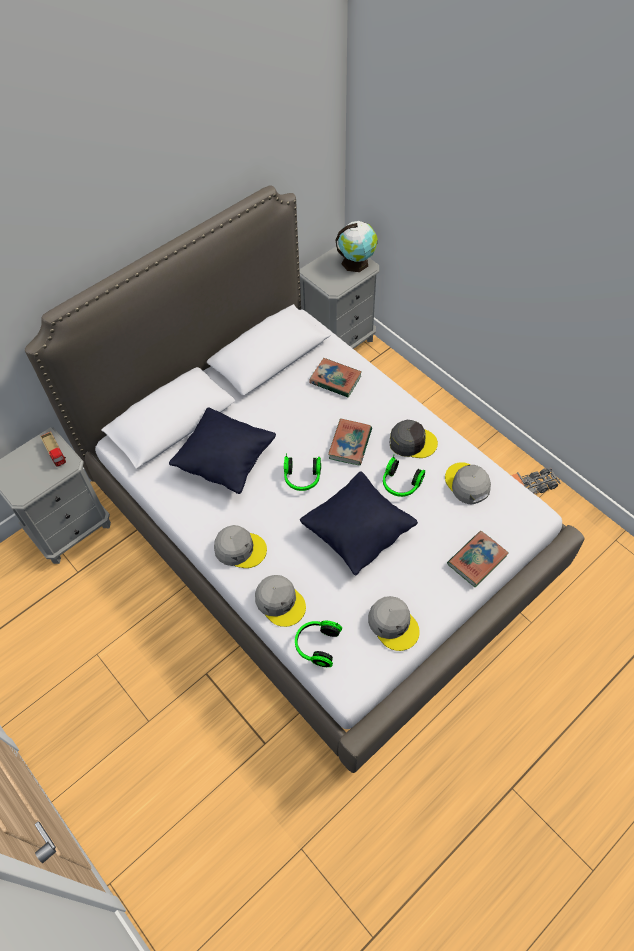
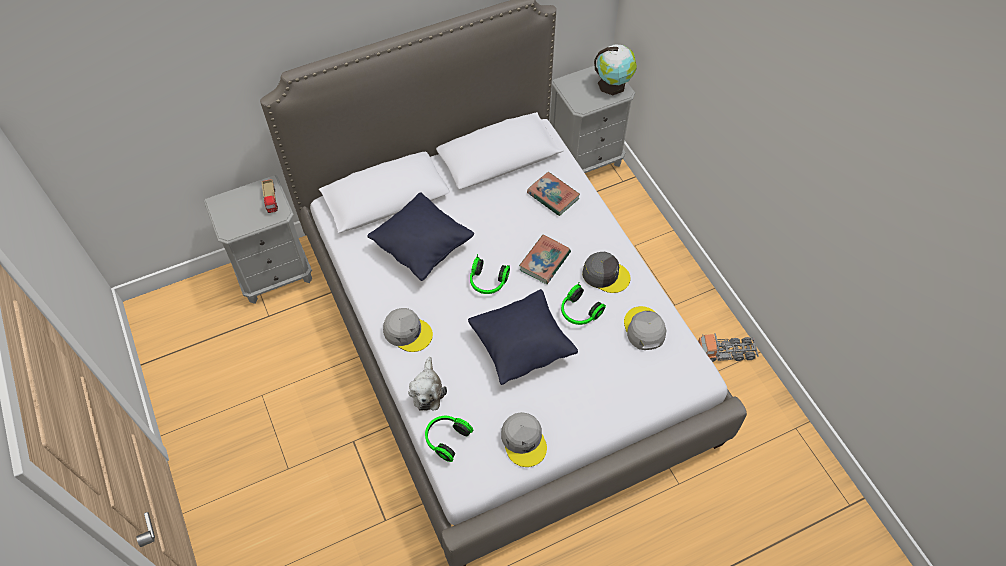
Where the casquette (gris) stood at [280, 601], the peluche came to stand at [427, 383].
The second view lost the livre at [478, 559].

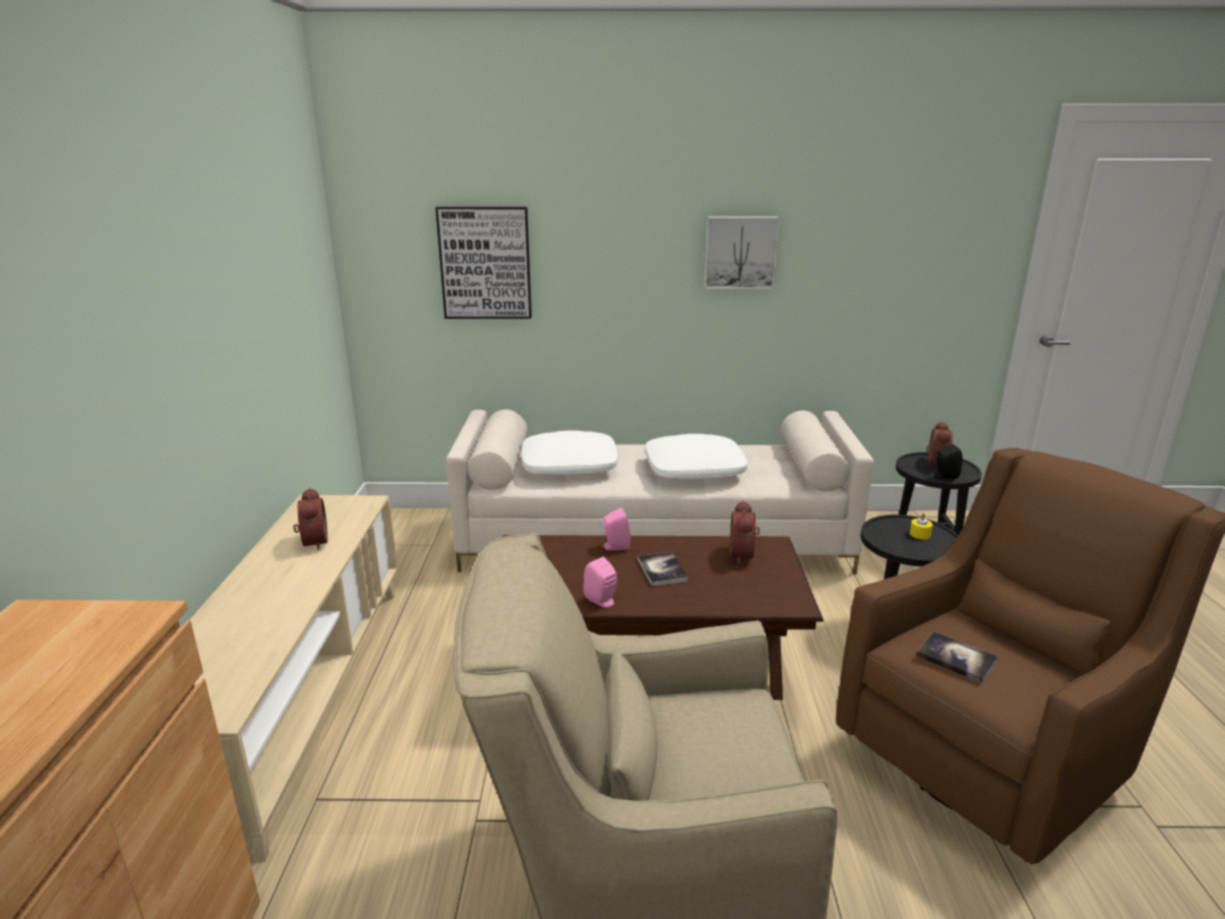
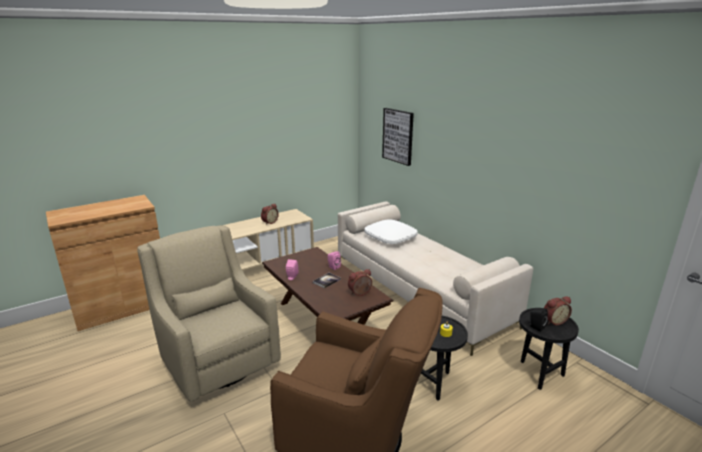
The second view lost the coussin (blanc) at [696, 457].
The second view lost the tableau at [741, 253].
The second view lost the livre at [957, 657].

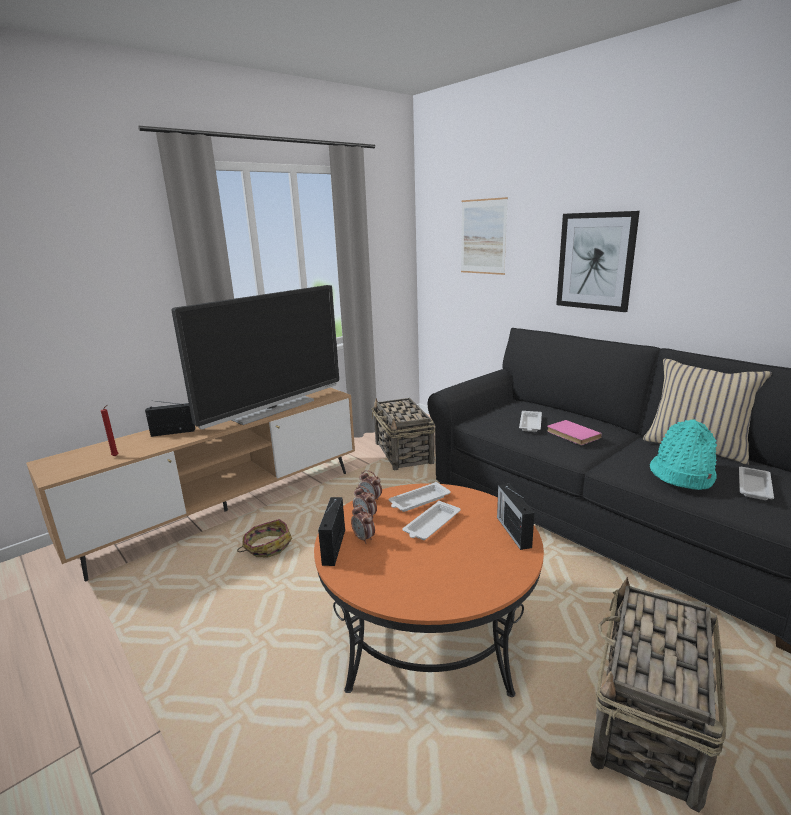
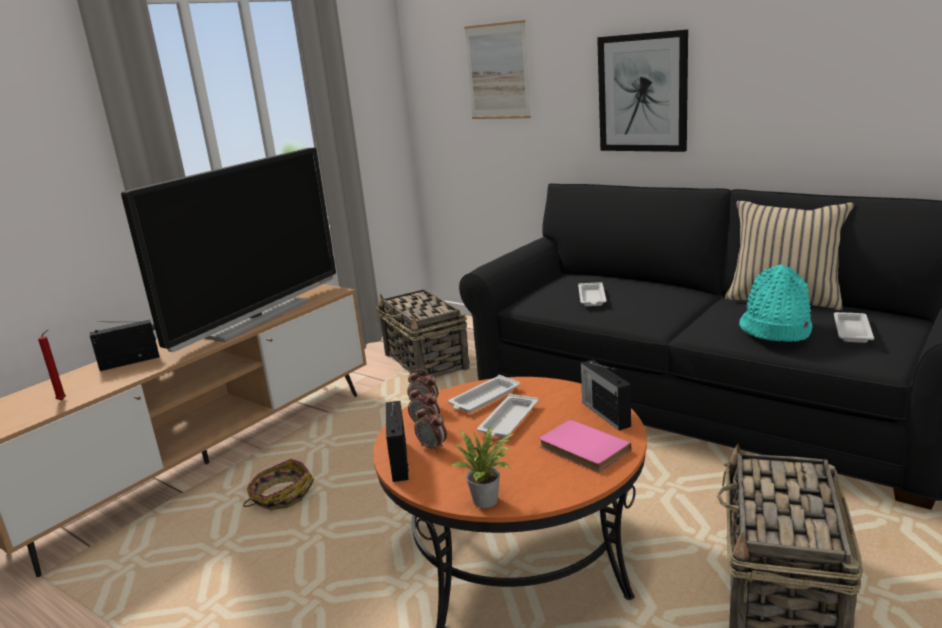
The livre (rose) ended up elsewhere, having gone from [574, 432] to [585, 445].
The second view gained the plante en pot at [483, 467].

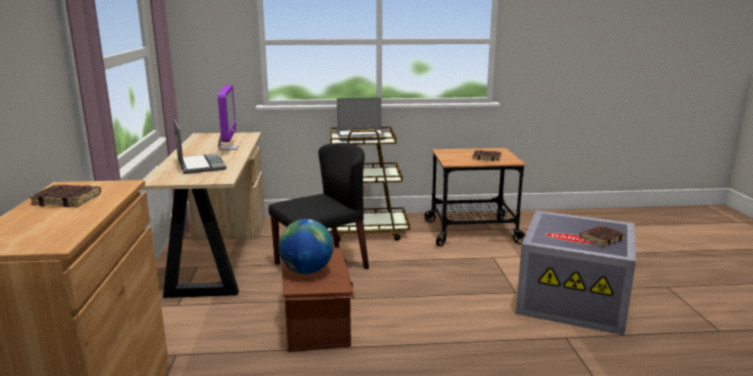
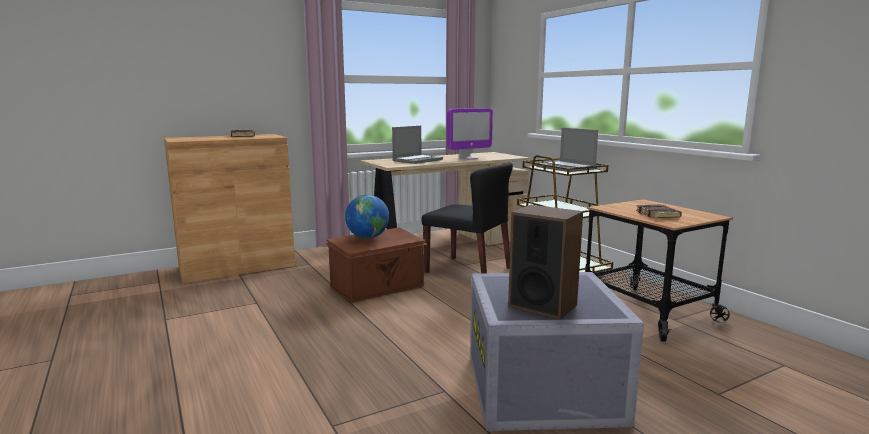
Where the livre (marron) stood at [602, 236], the enceinte came to stand at [545, 262].

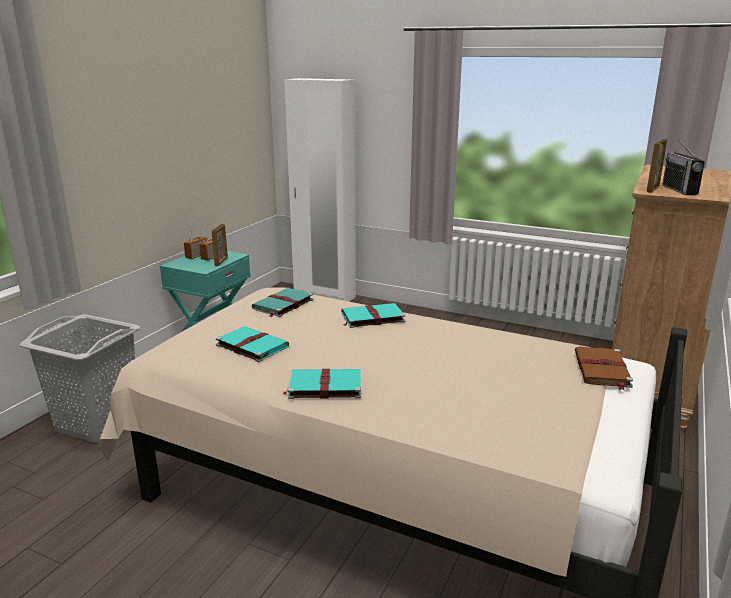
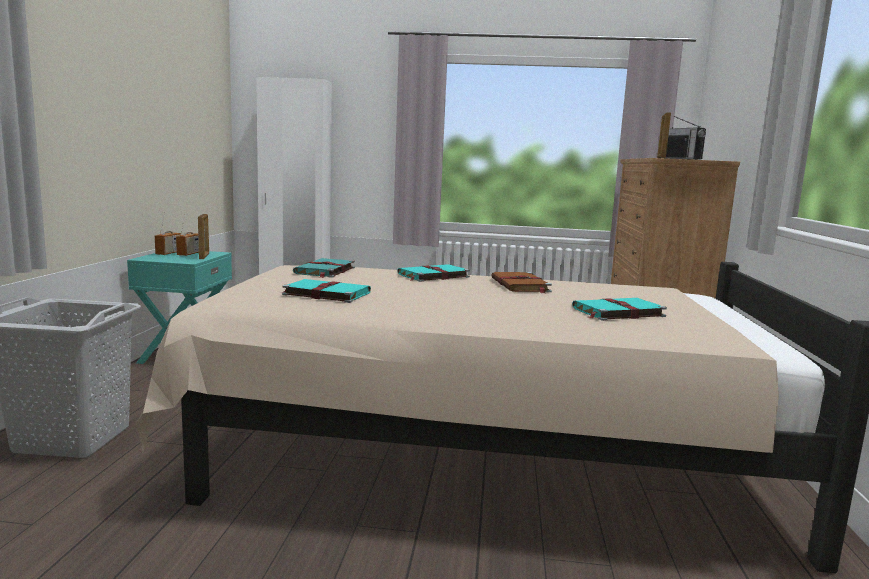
The livre (turquoise) ended up elsewhere, having gone from [322, 384] to [619, 309].
The livre (marron) ended up elsewhere, having gone from [604, 368] to [521, 282].

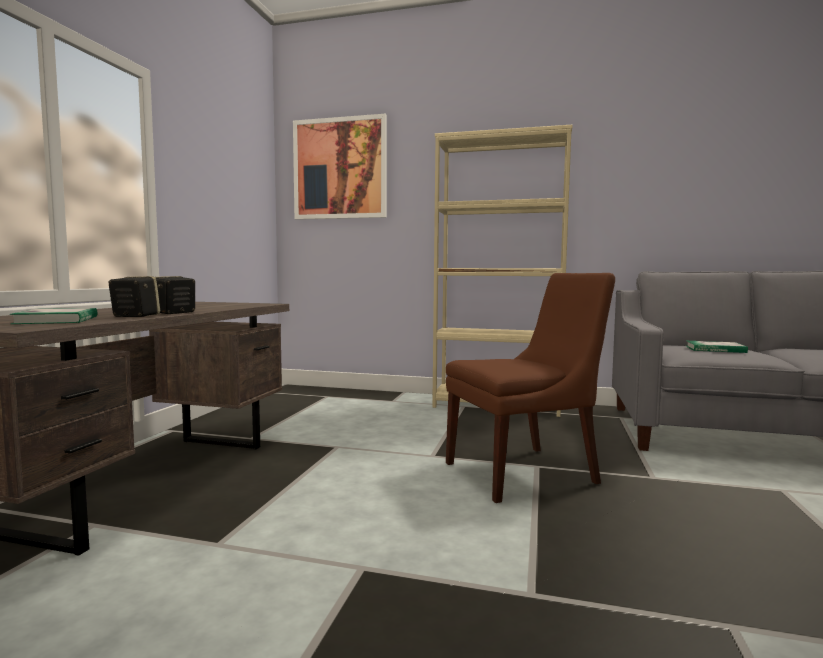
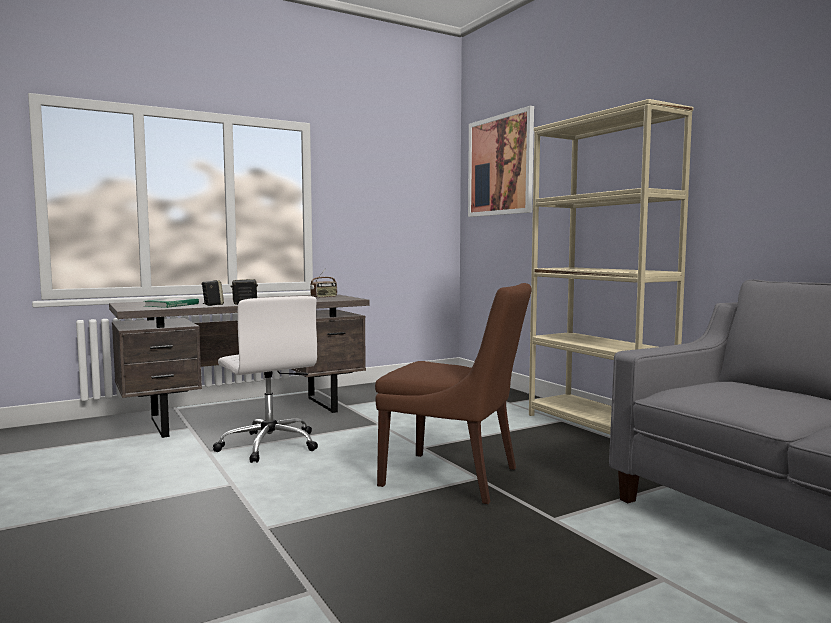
The second view lost the livre at [717, 347].
The second view gained the chaise de bureau (blanc) at [265, 379].
The second view gained the radio at [323, 284].

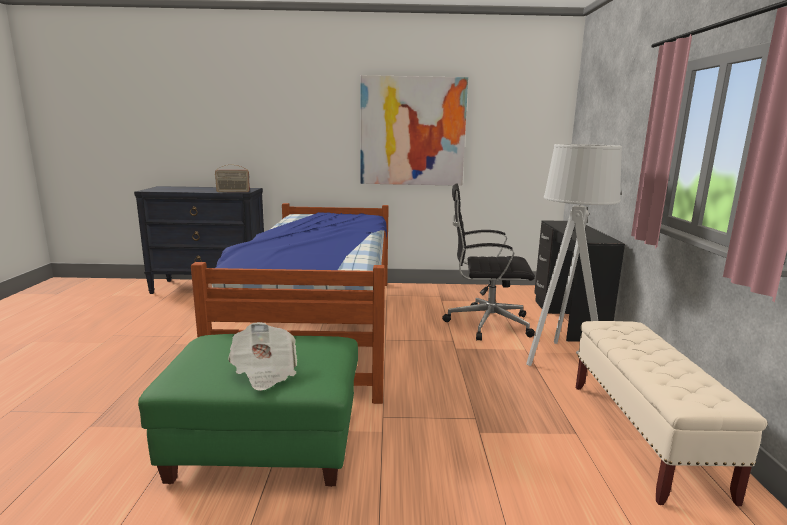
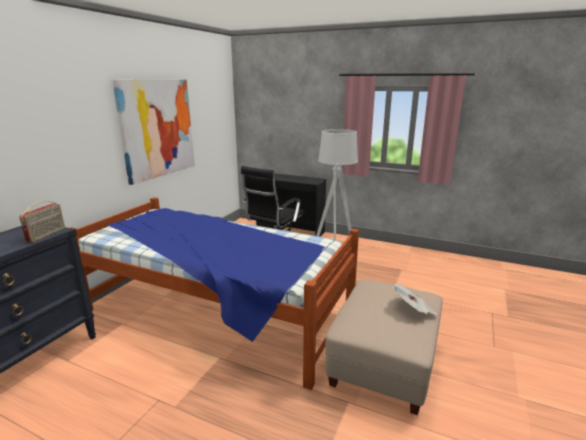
What was the pouf (vert) at [248, 410] turned into the pouf (beige) at [384, 347].
The second view lost the banc (beige) at [671, 413].

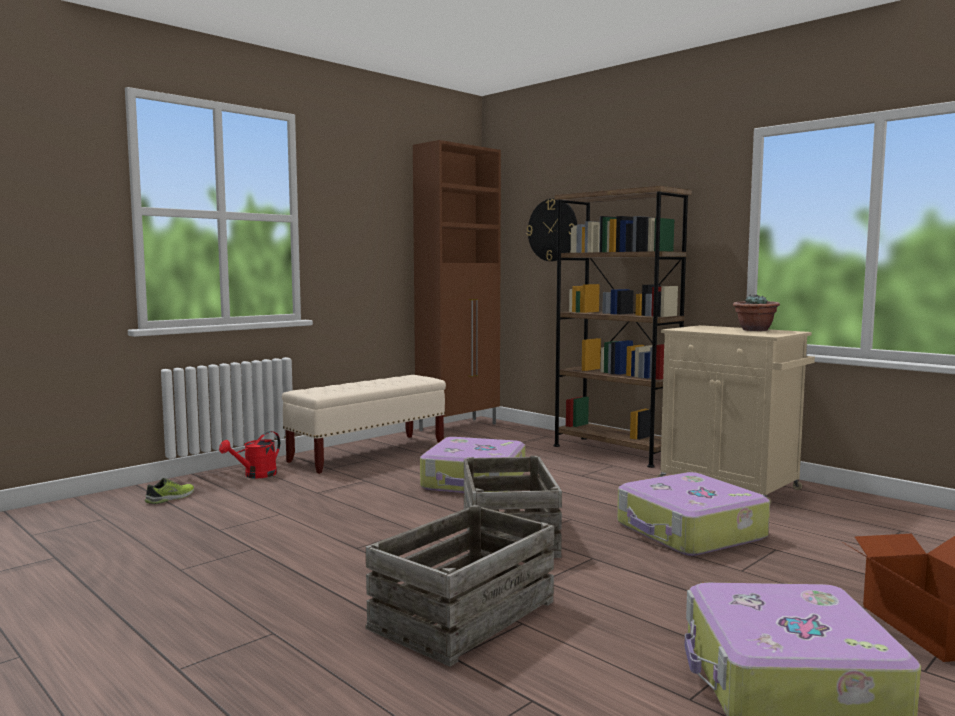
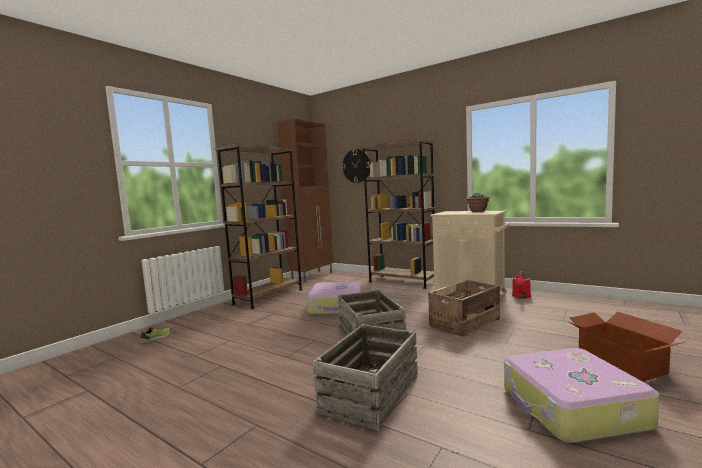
The arrosoir (rouge) ended up elsewhere, having gone from [249, 454] to [521, 285].
Where the banc (beige) stood at [364, 424], the bibliothèque (marron) came to stand at [259, 226].
Where the valise stood at [693, 514], the caisse came to stand at [464, 308].

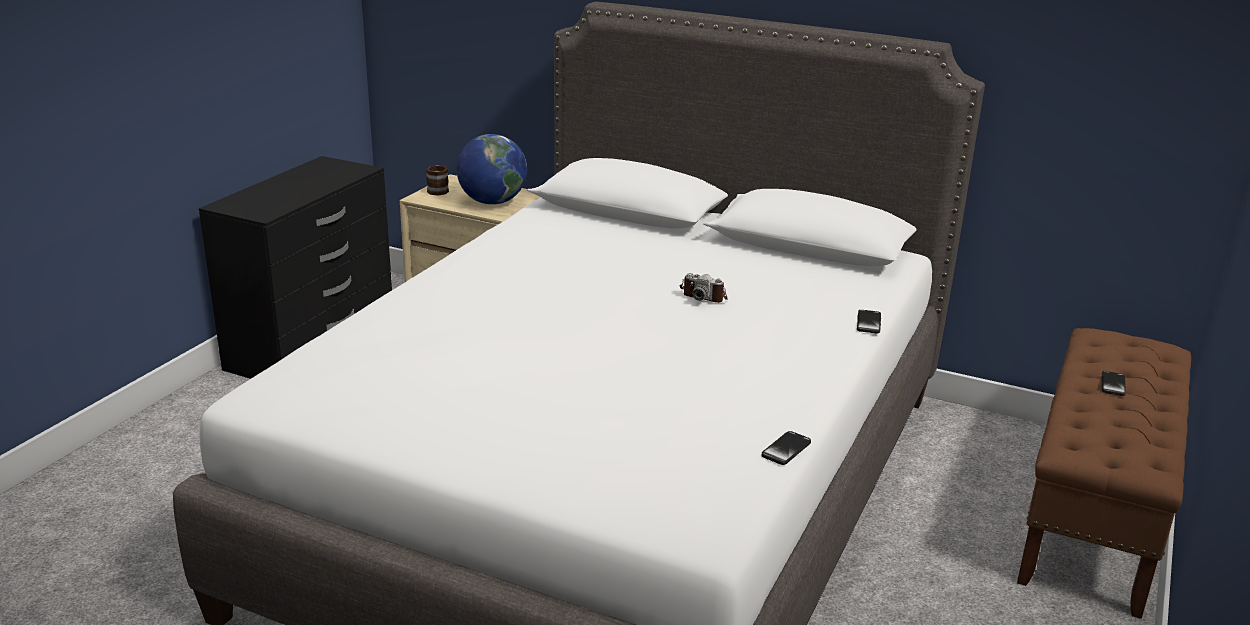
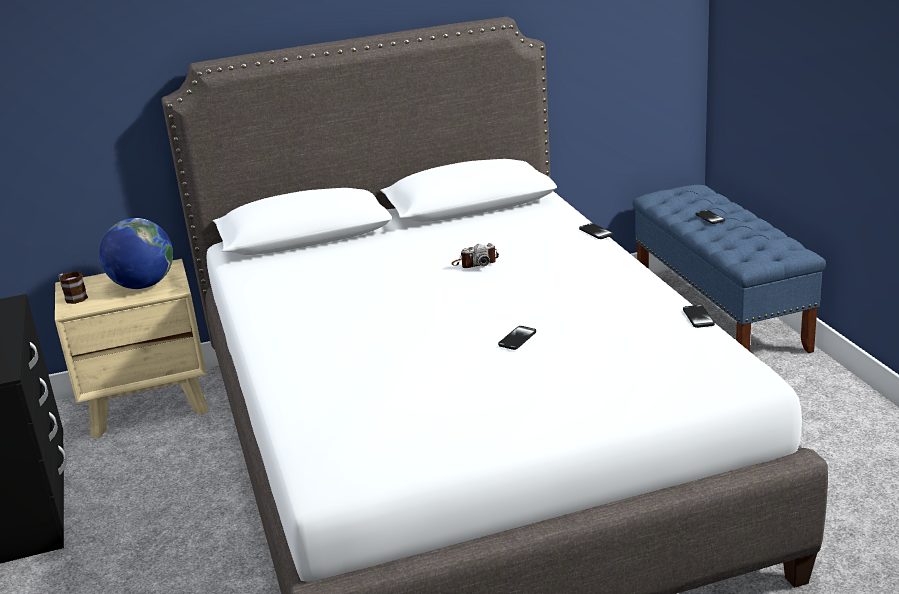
What was the banc (marron) at [1104, 473] turned into the banc (bleu) at [729, 269].
The second view gained the téléphone at [517, 338].

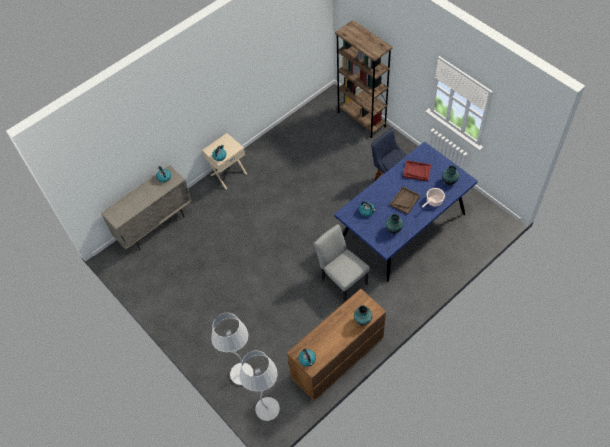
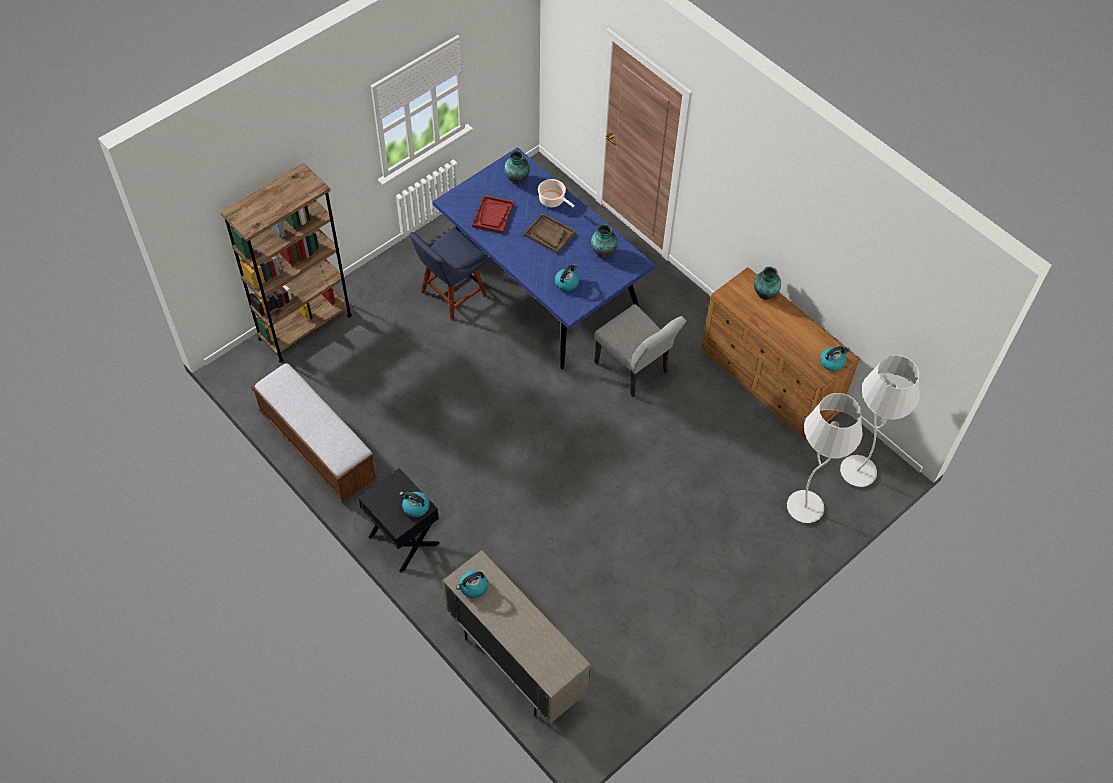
What was the table de chevet (beige) at [224, 161] turned into the table de chevet (noir) at [398, 520].
The chaise (gris) at [342, 263] ended up facing another way, 90 degrees counterclockwise from before.
The second view gained the banc at [314, 432].

